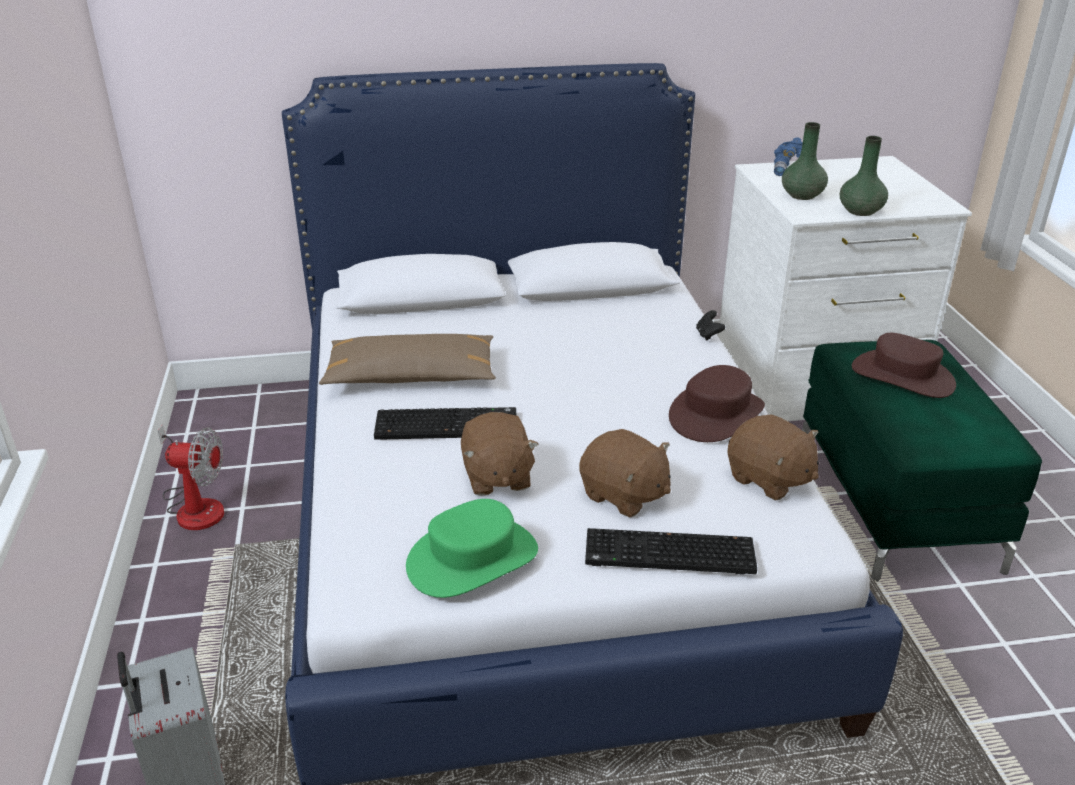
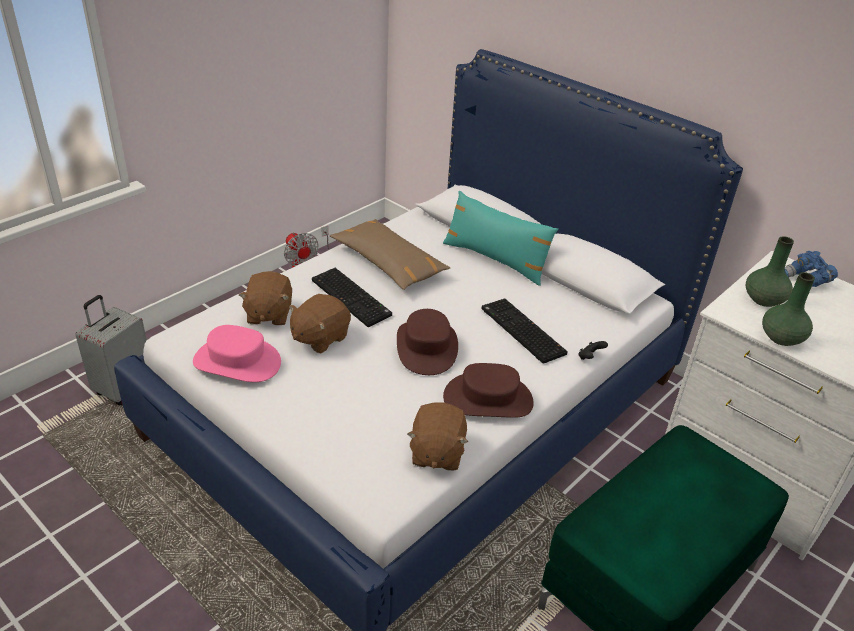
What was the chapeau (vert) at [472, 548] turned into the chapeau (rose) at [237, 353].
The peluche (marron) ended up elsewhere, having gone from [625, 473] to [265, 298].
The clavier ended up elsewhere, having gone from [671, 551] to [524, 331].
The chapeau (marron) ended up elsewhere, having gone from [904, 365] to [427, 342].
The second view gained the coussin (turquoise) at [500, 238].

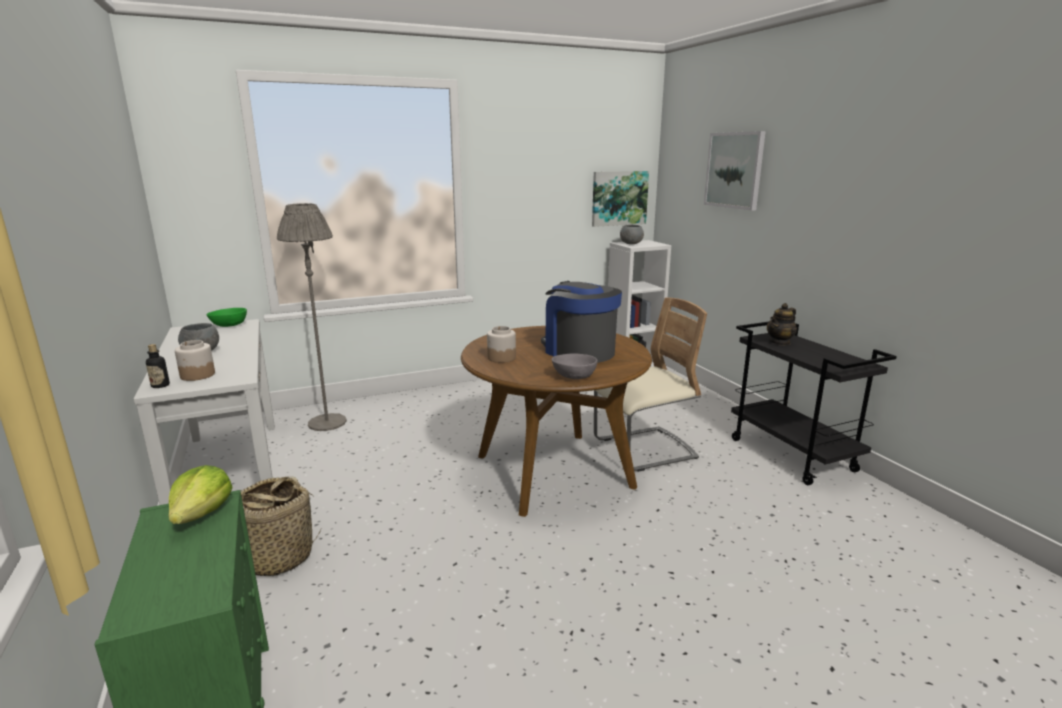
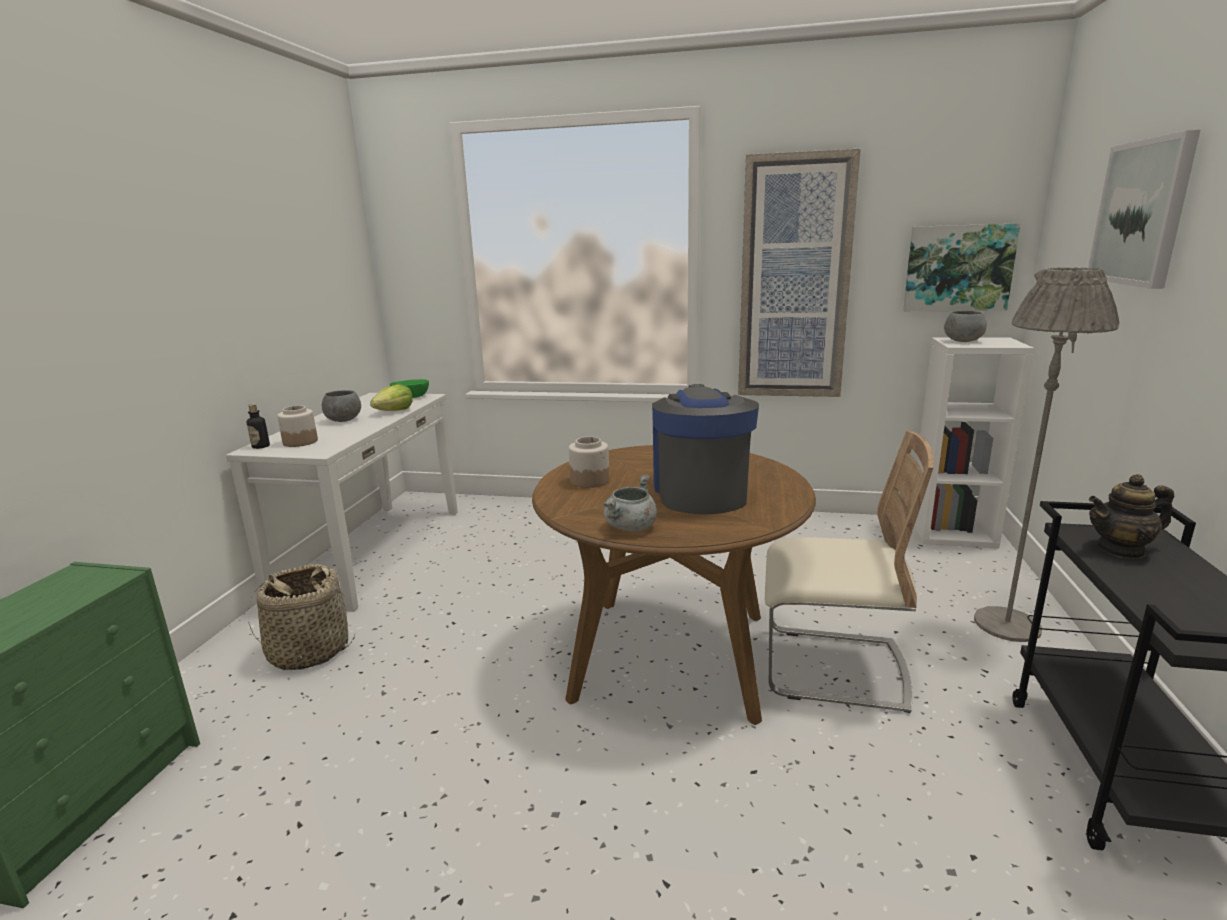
The laitue ended up elsewhere, having gone from [200, 494] to [391, 397].
The lampadaire (gris) ended up elsewhere, having gone from [312, 317] to [1047, 454].
Where the bol (gris) stood at [574, 366], the marmite (gris) came to stand at [630, 503].
The second view gained the tableau at [799, 272].

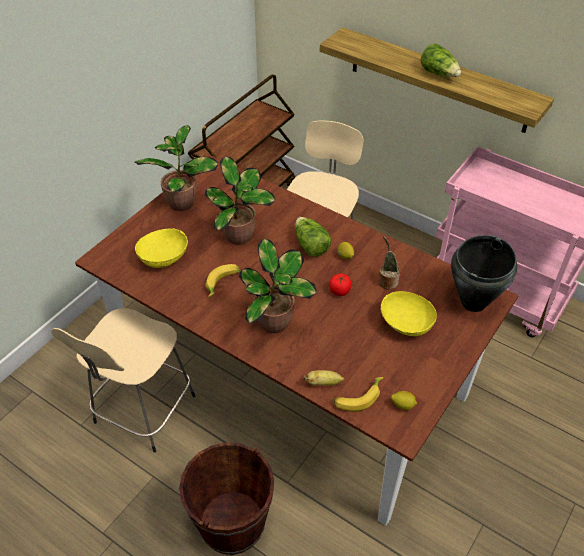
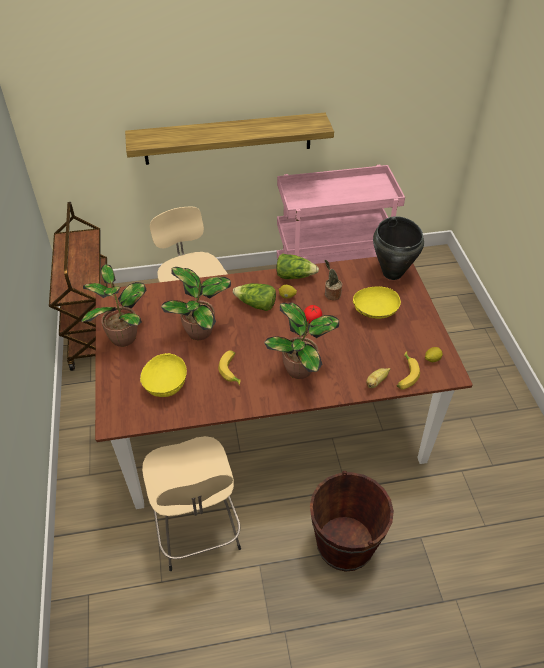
The laitue ended up elsewhere, having gone from [441, 60] to [298, 266].

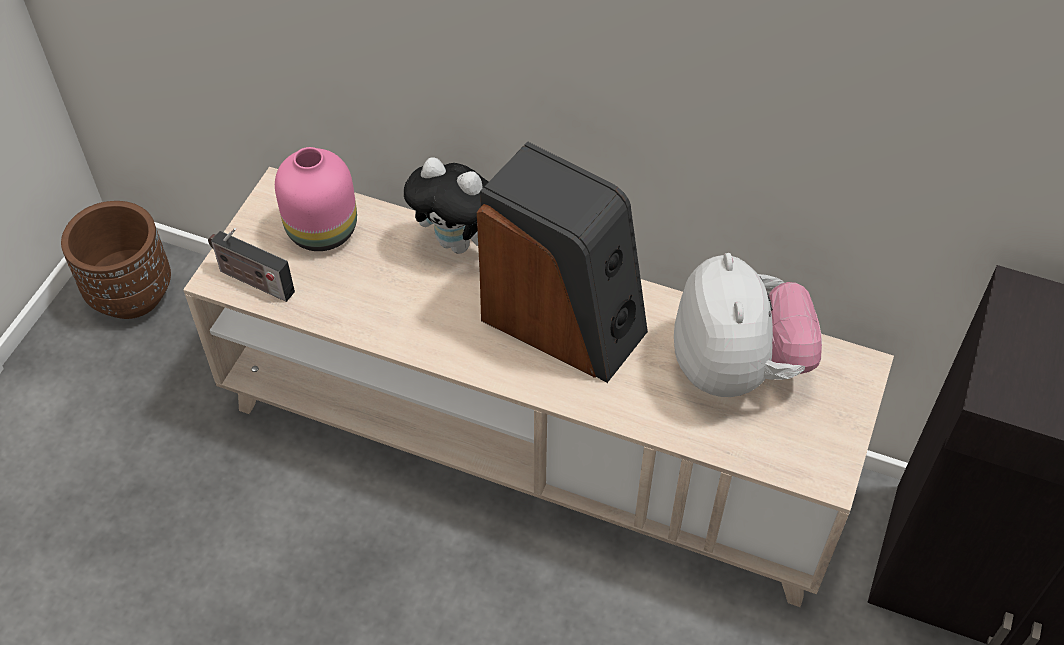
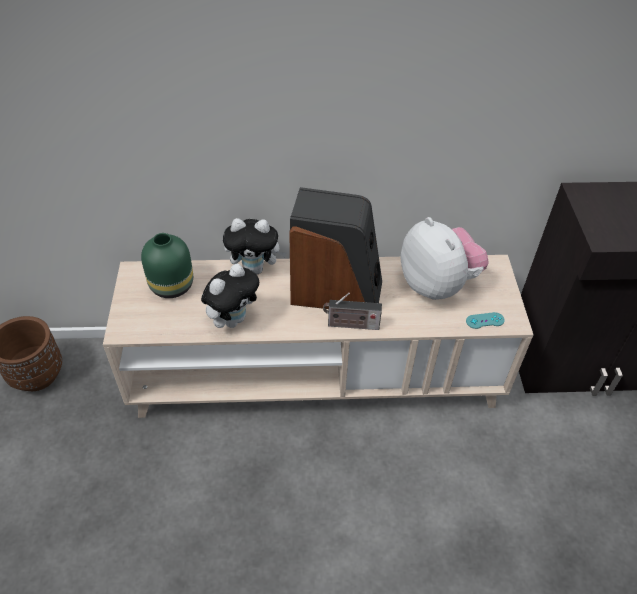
The radio ended up elsewhere, having gone from [251, 265] to [352, 311].
What was the vase (rose) at [316, 199] turned into the vase (vert) at [167, 265].
The second view gained the peluche at [230, 296].
The second view gained the manette (turquoise) at [485, 320].

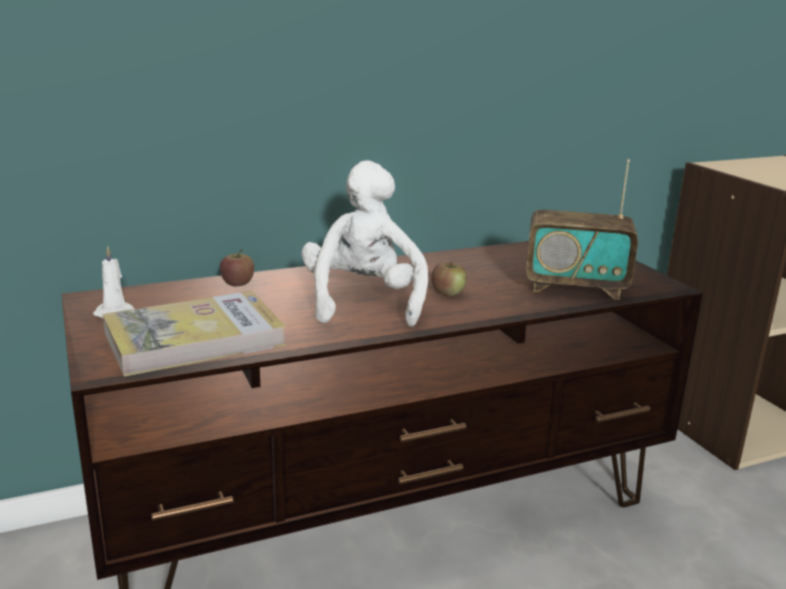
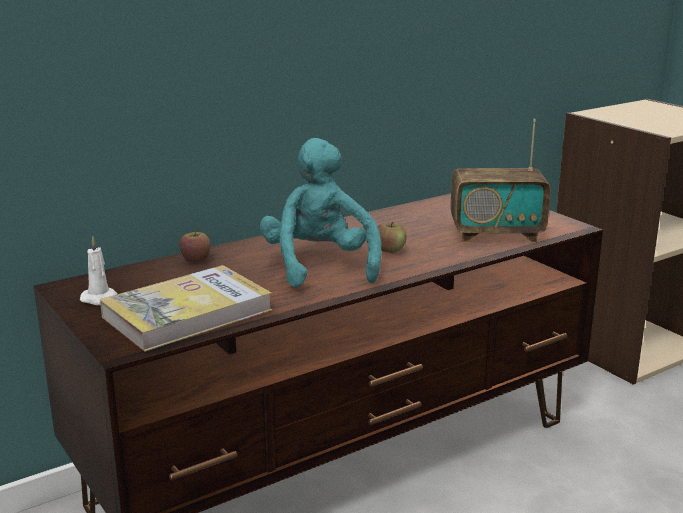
What was the peluche (blanc) at [364, 243] turned into the peluche (turquoise) at [321, 213].

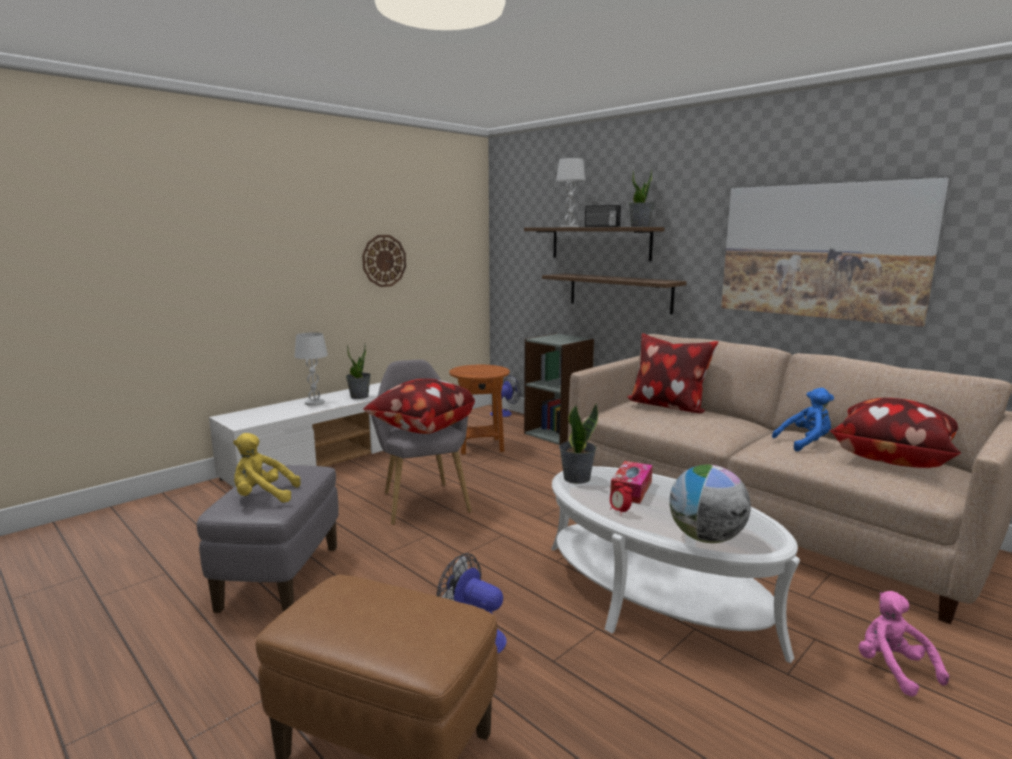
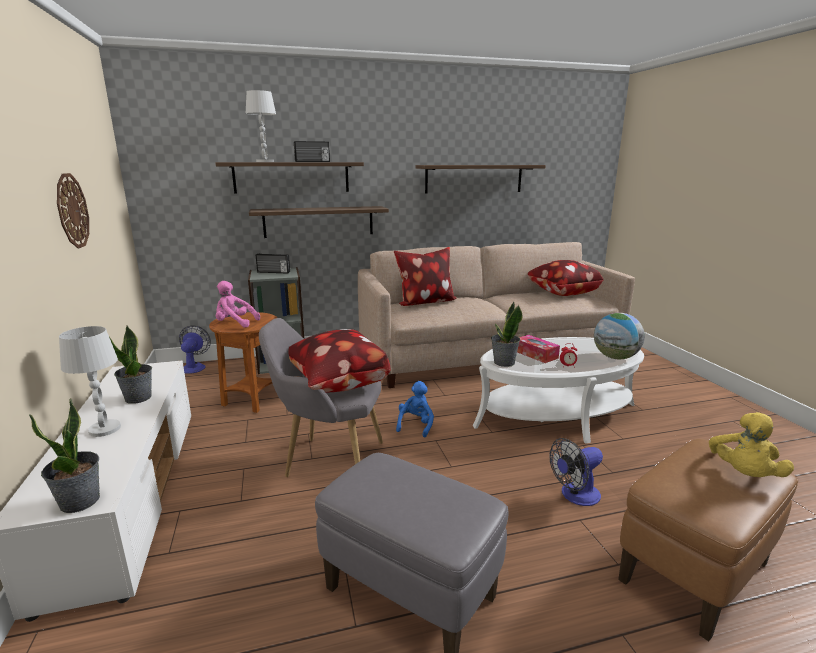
The peluche (jaune) ended up elsewhere, having gone from [267, 468] to [751, 444].
The plante en pot ended up elsewhere, having gone from [641, 197] to [64, 455].
Where the tableau hung at [835, 252], the étagère came to hang at [481, 179].
The peluche (bleu) ended up elsewhere, having gone from [803, 419] to [415, 409].
The peluche (rose) ended up elsewhere, having gone from [904, 644] to [238, 304].
The second view gained the radio at [273, 263].

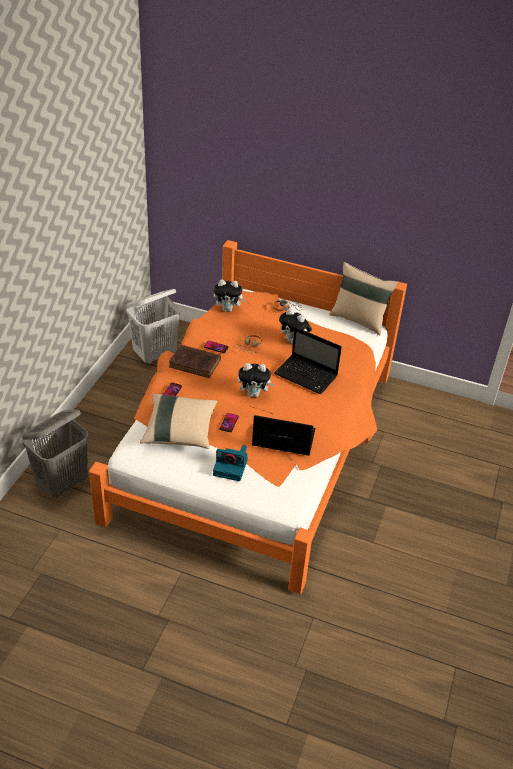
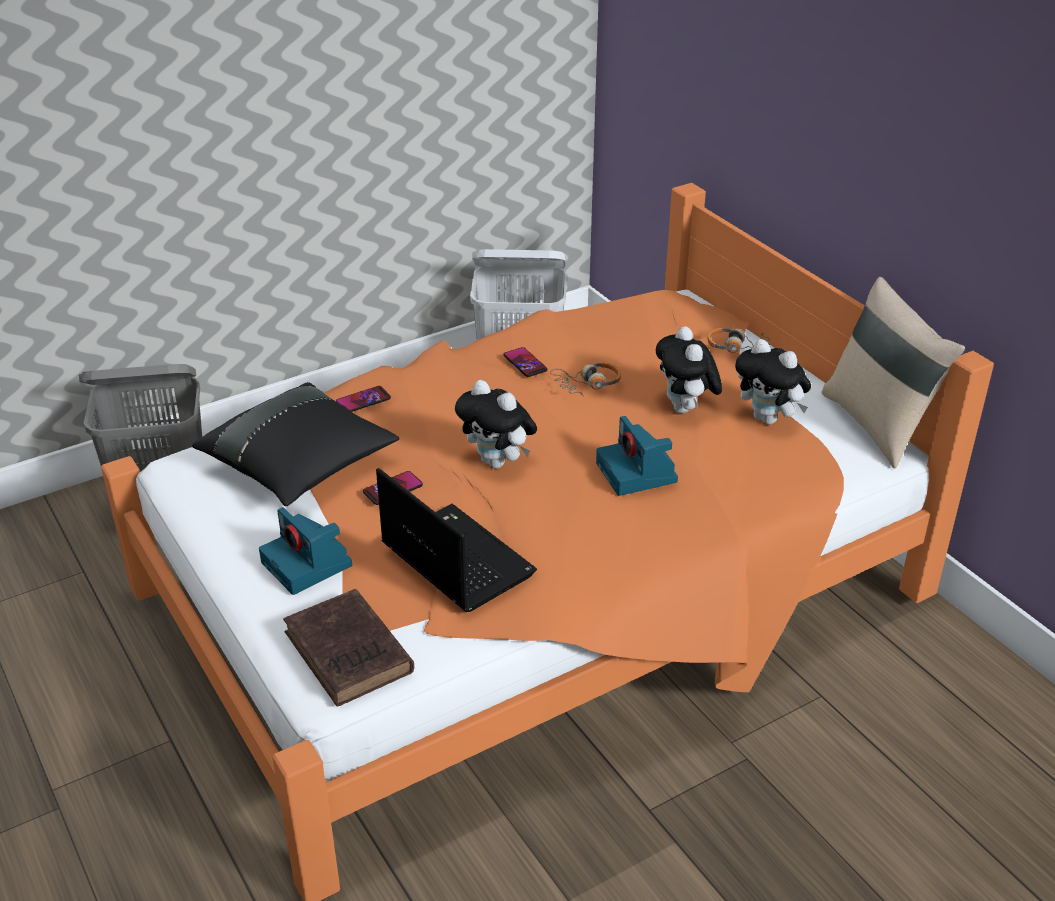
What was the coussin (beige) at [178, 421] turned into the coussin (noir) at [295, 444].
The livre (marron) ended up elsewhere, having gone from [195, 361] to [348, 648].
The peluche ended up elsewhere, having gone from [230, 296] to [773, 382].
Where the ordinateur portable stood at [308, 360], the appareil photo came to stand at [637, 456].

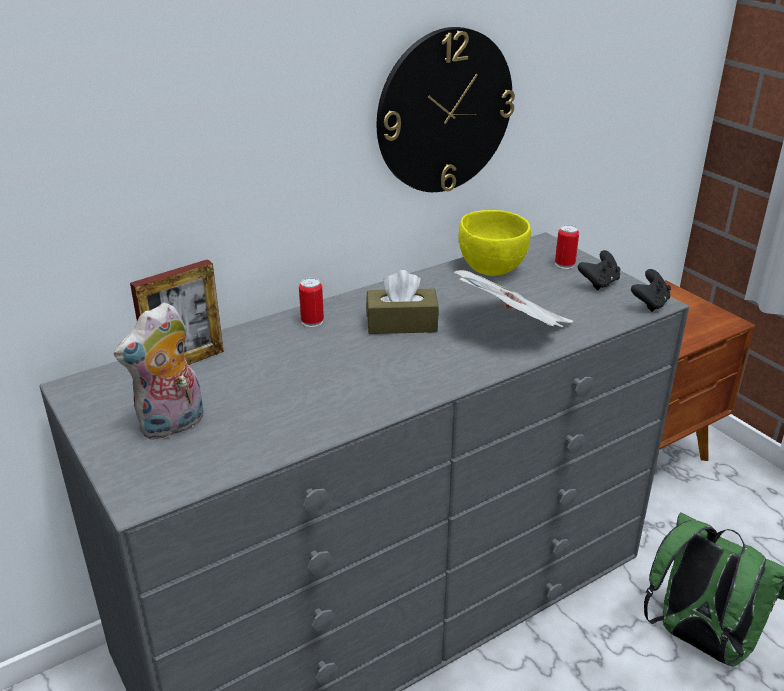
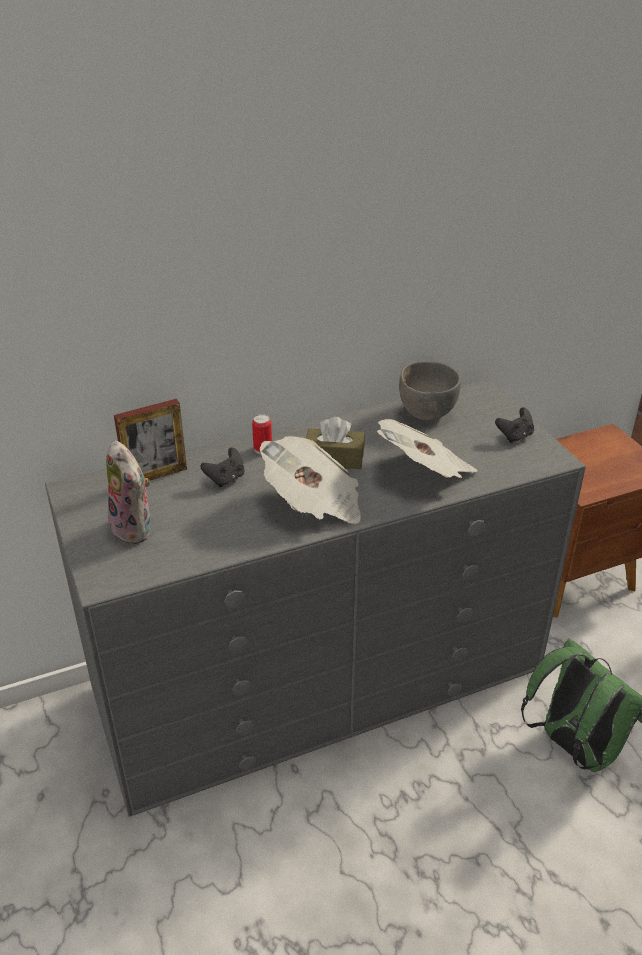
The peluche at [159, 371] ended up facing another way, 90 degrees counterclockwise from before.
The second view lost the horloge murale at [446, 109].
What was the bol (jaune) at [495, 243] turned into the bol (gris) at [430, 390].
The second view lost the boîte métallique at [567, 247].
The manette (noir) ended up elsewhere, having gone from [651, 290] to [223, 467].
The second view gained the journal at [310, 480].

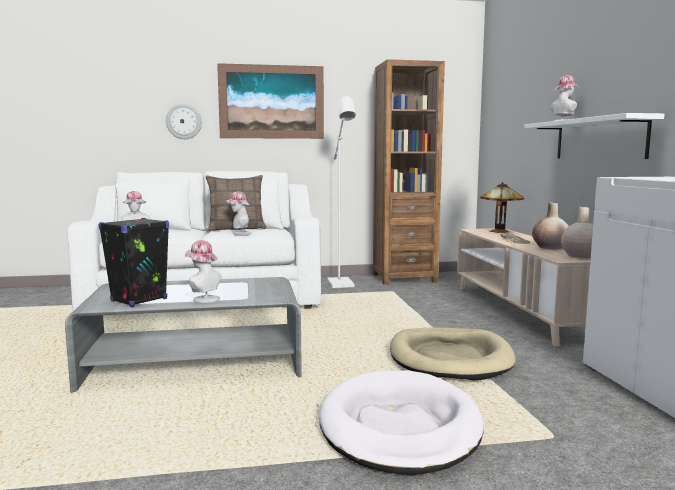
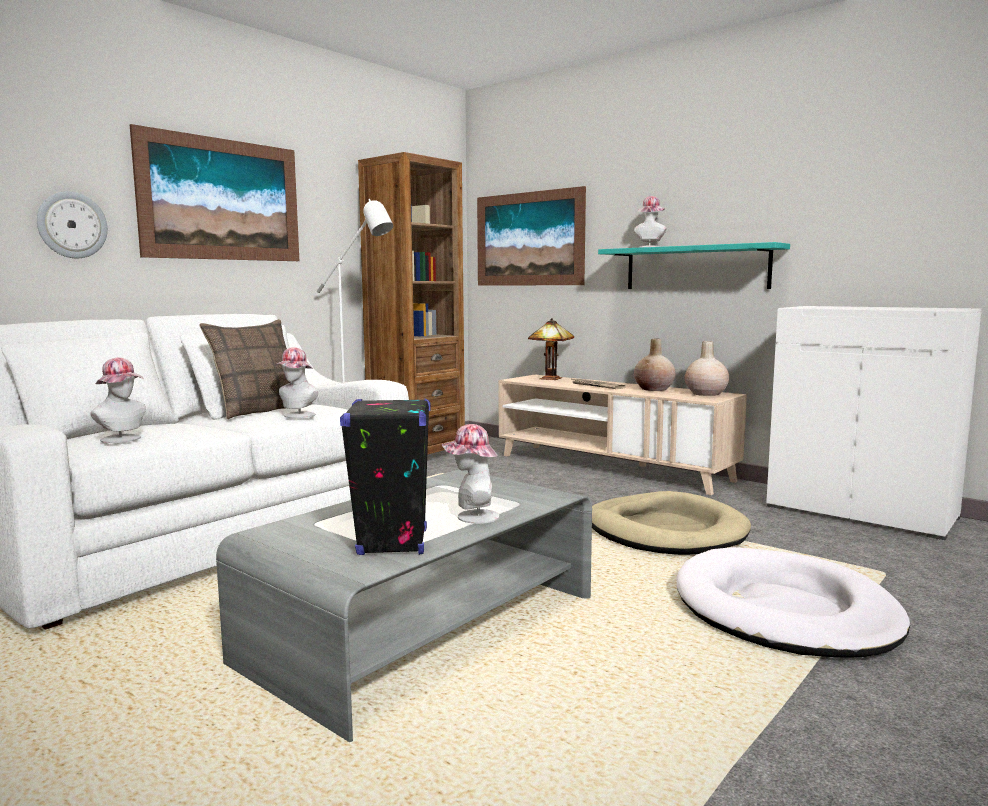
What was the étagère (blanc) at [594, 136] turned into the étagère (turquoise) at [694, 265].
The second view gained the tableau at [531, 236].

